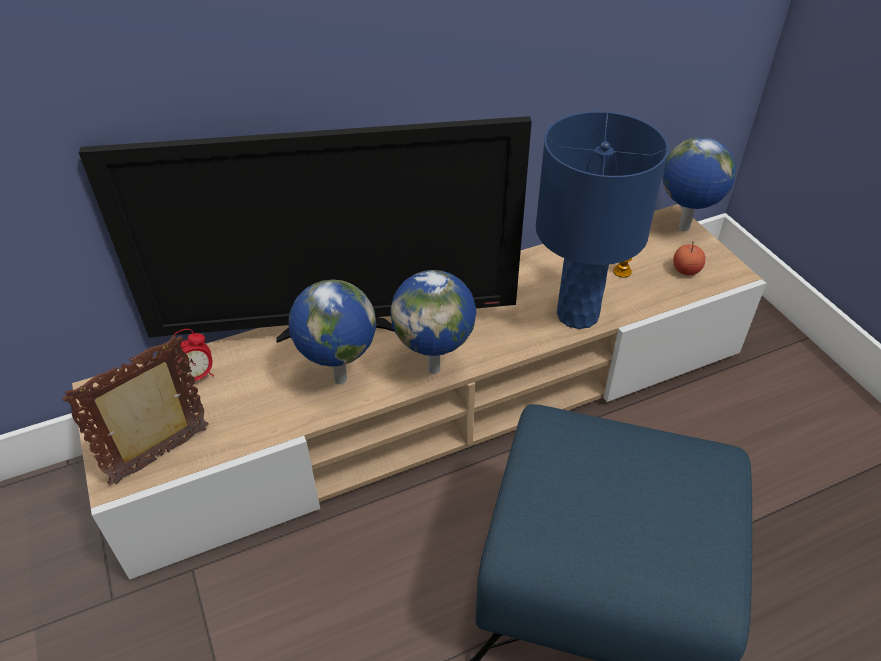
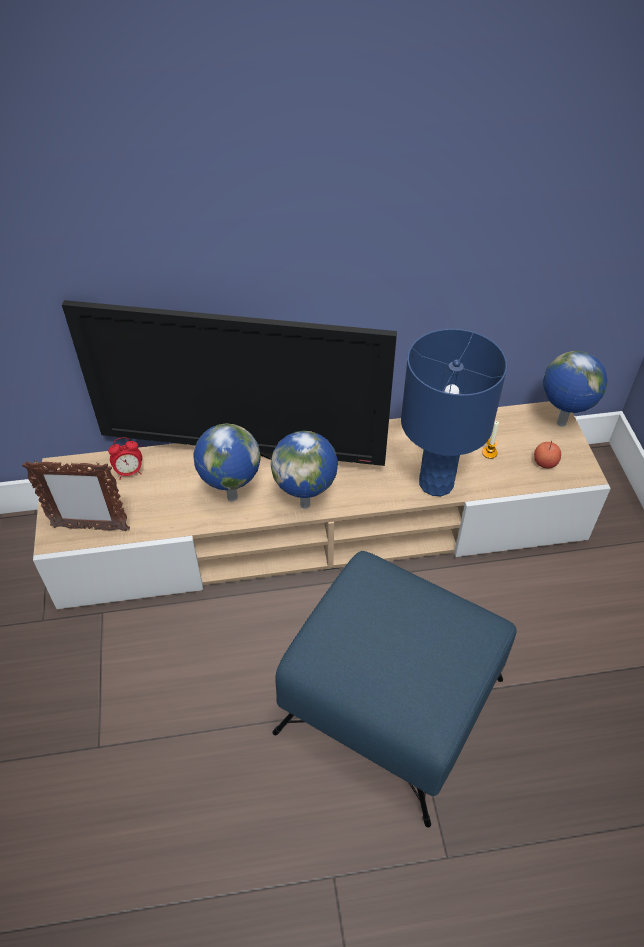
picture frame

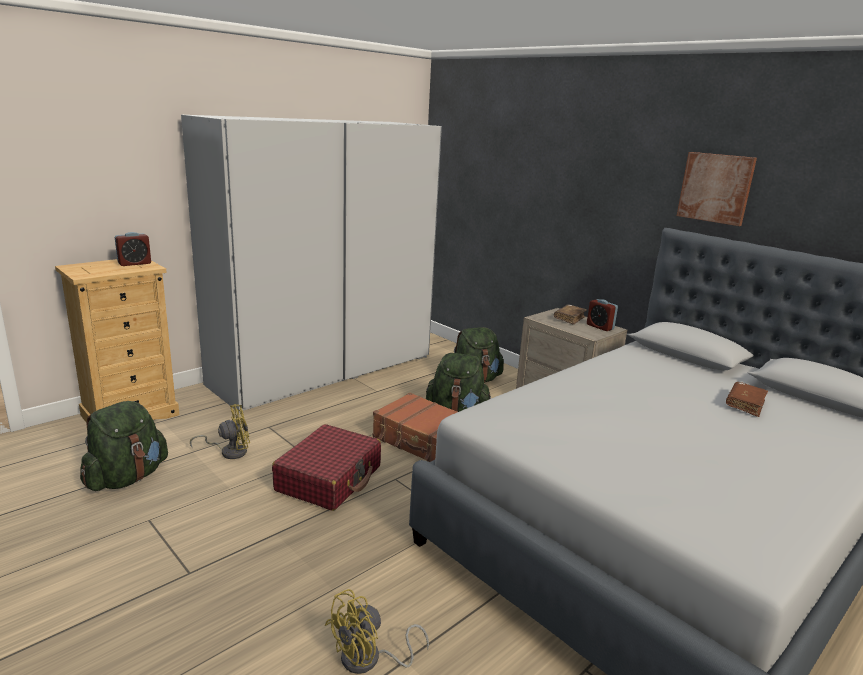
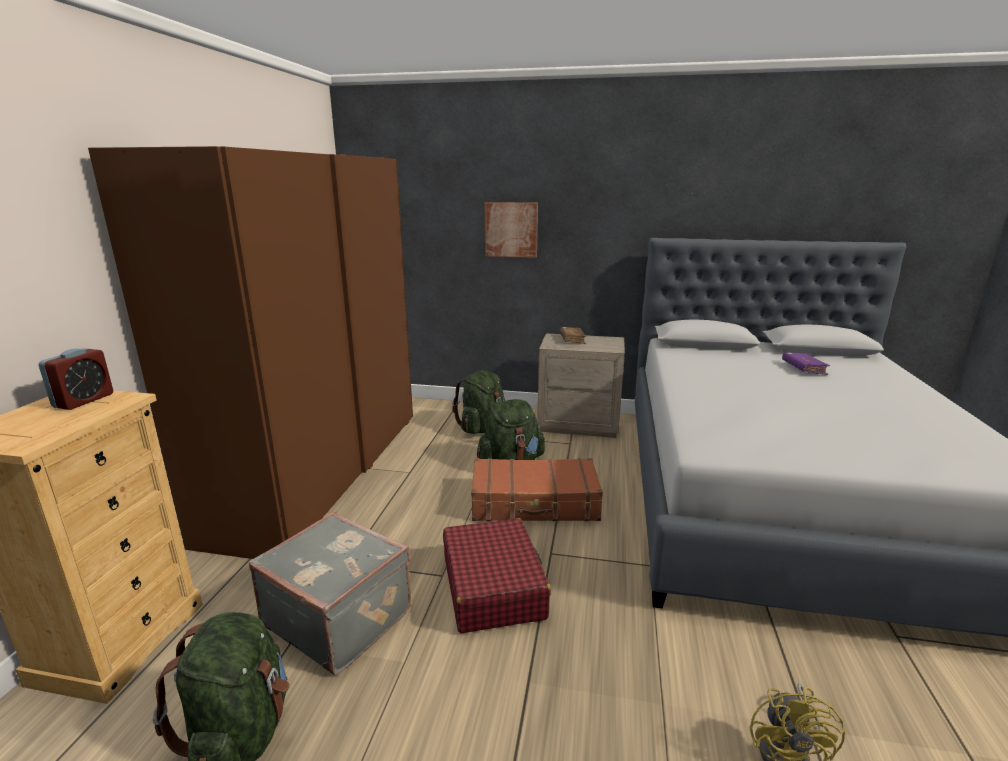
brown wardrobe
grey suitcase
picture
purple book
alarm clock (no. 2 from left in the first image)

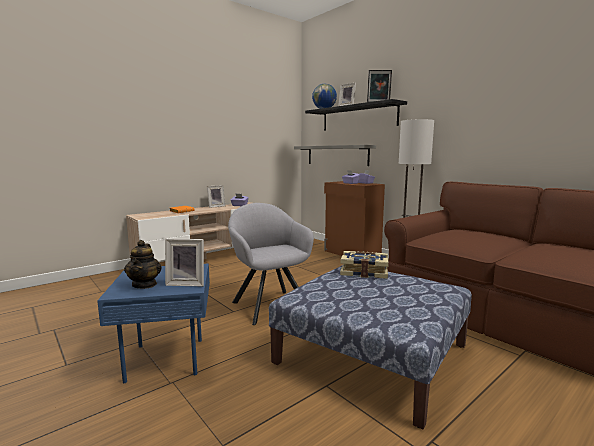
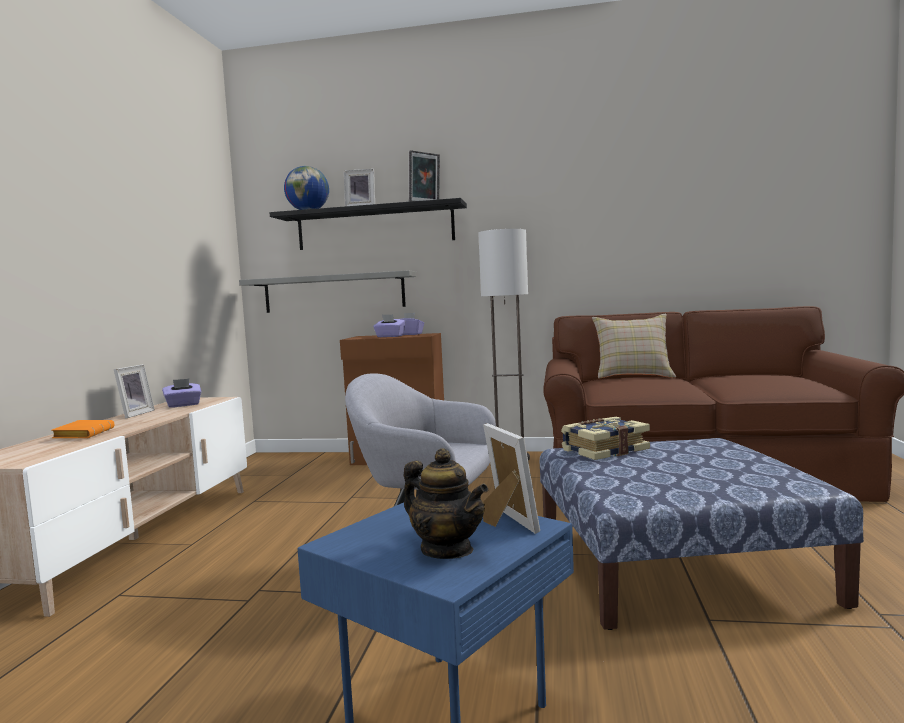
picture frame (no. 4 from left)
beige pillow

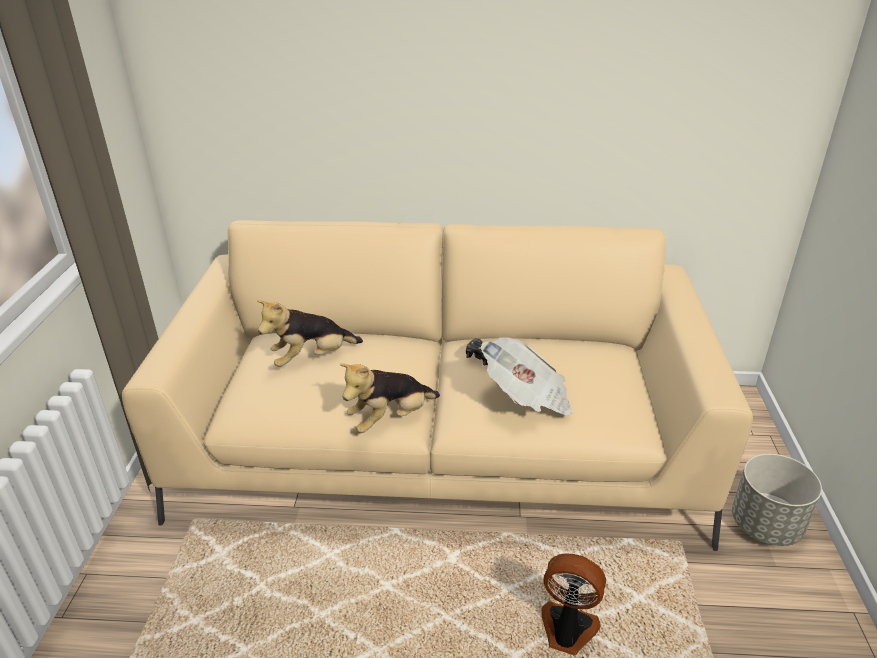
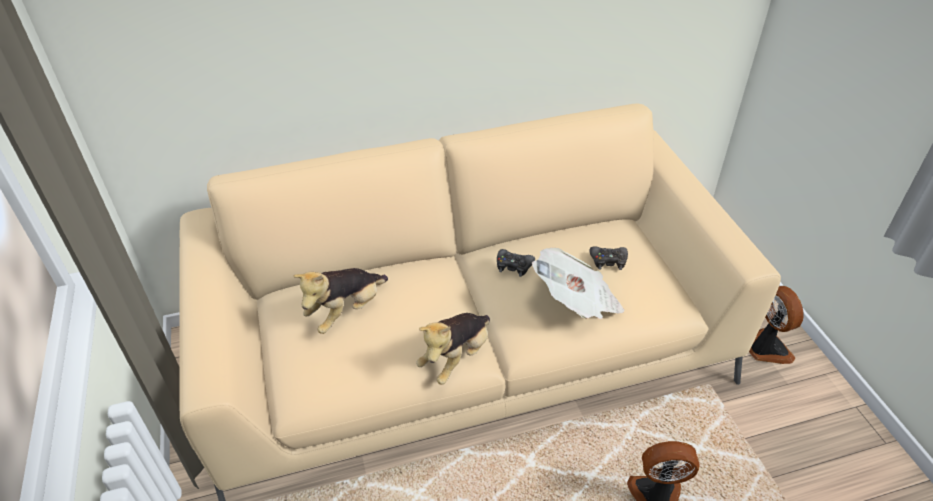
black game controller (no. 2 from left)
fan (no. 2 from left)

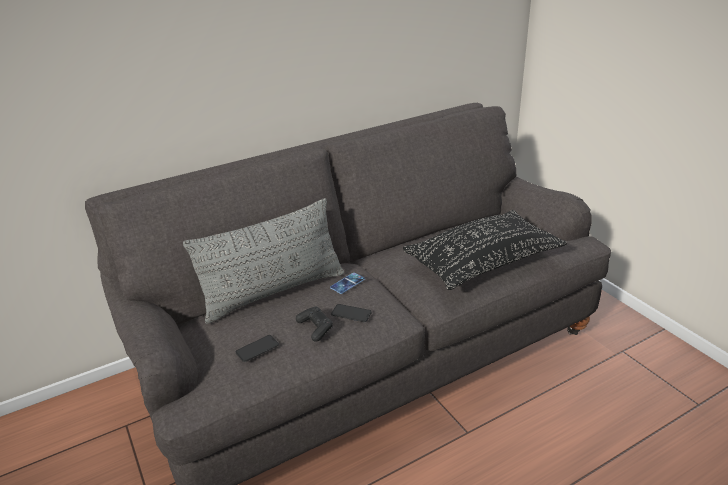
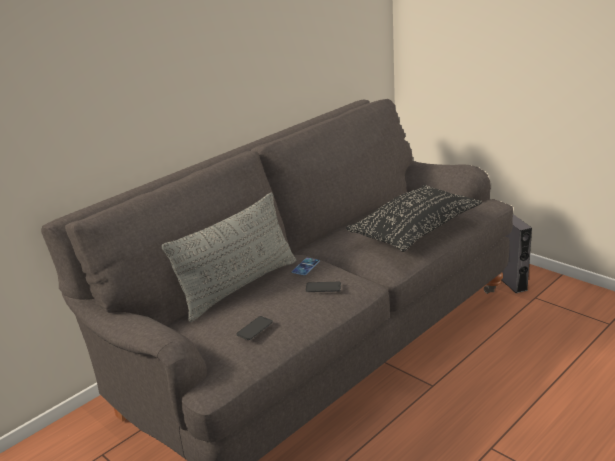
grey speaker
black game controller

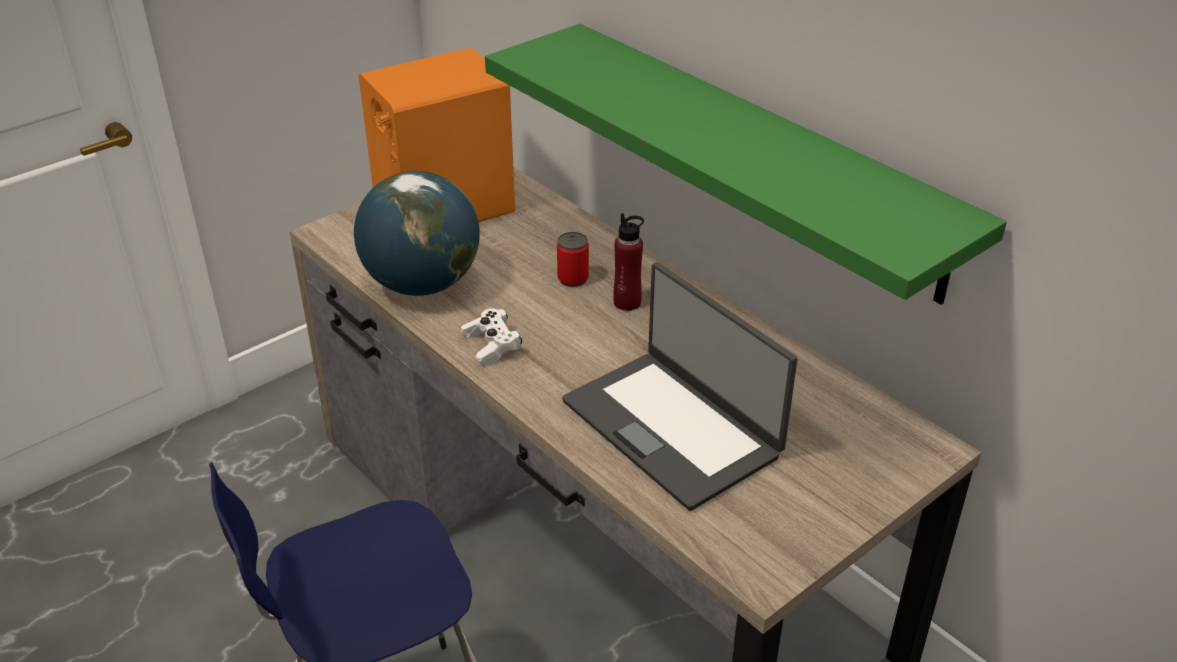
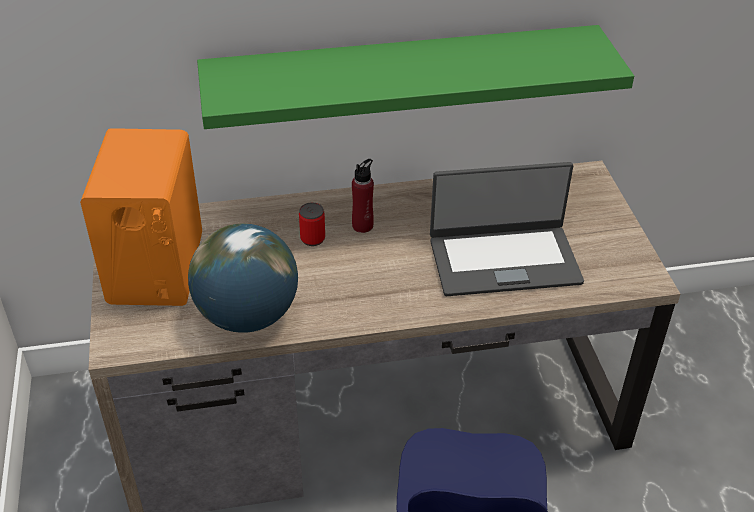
white game controller

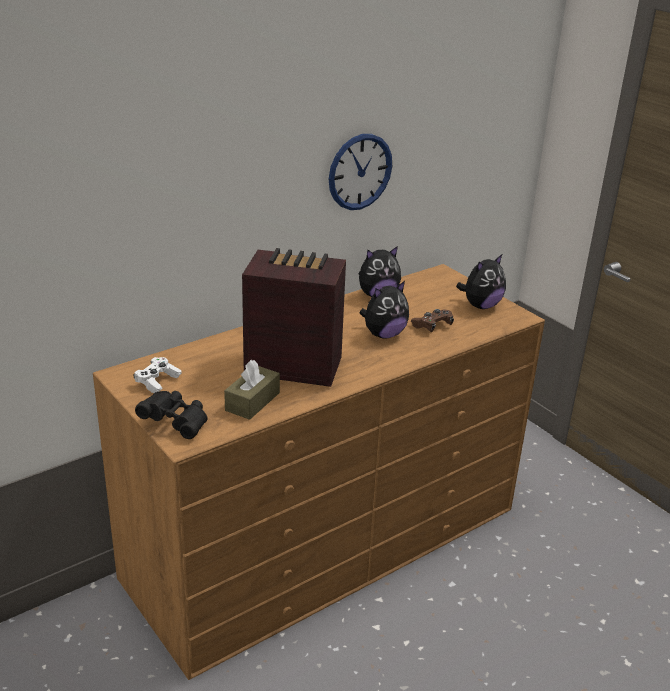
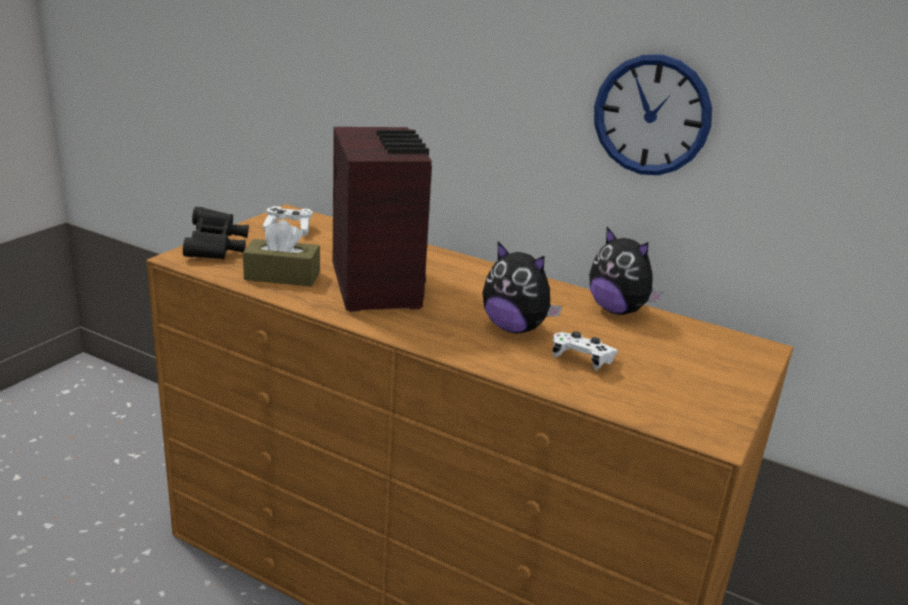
white game controller (no. 2 from left)
plush toy (no. 3 from left in the first image)

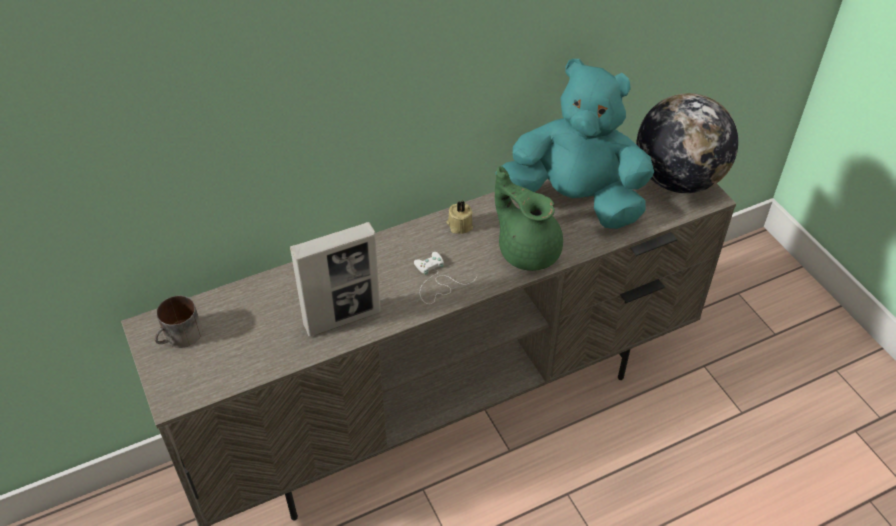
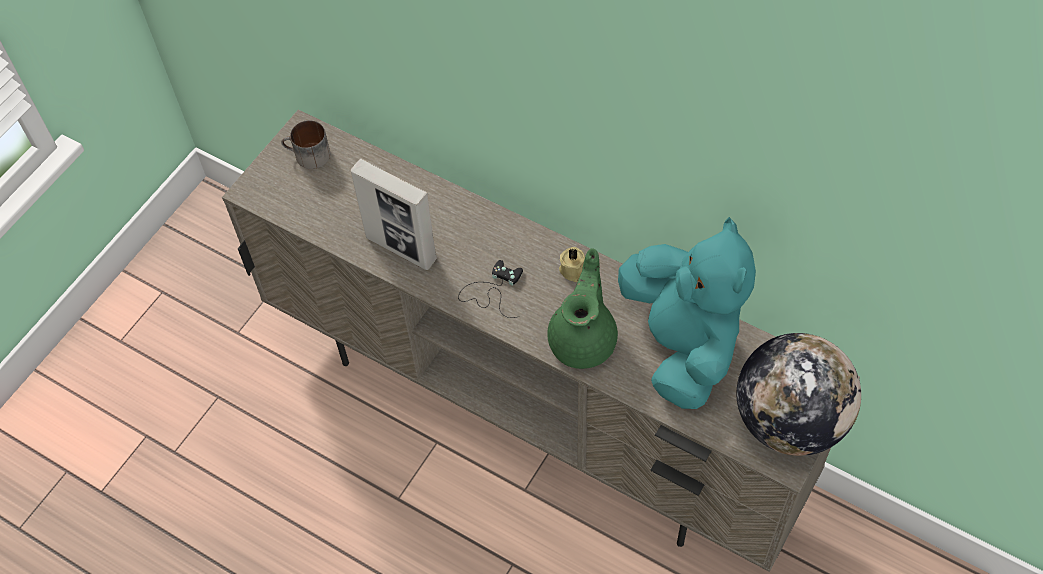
black game controller

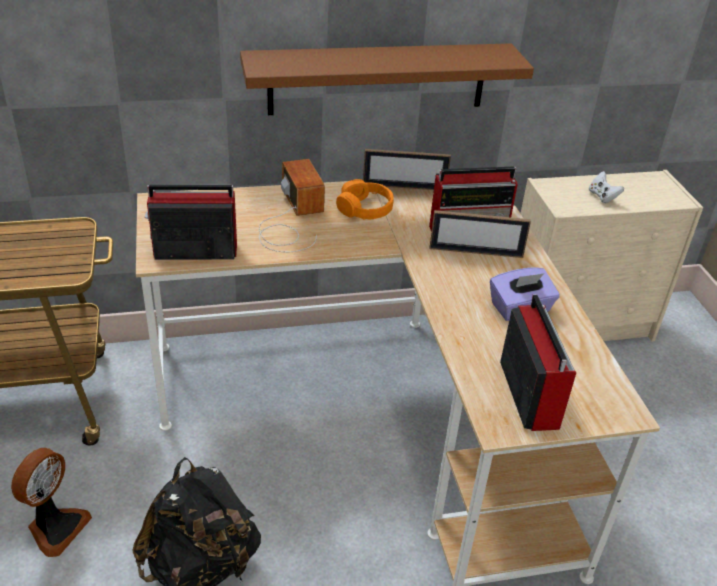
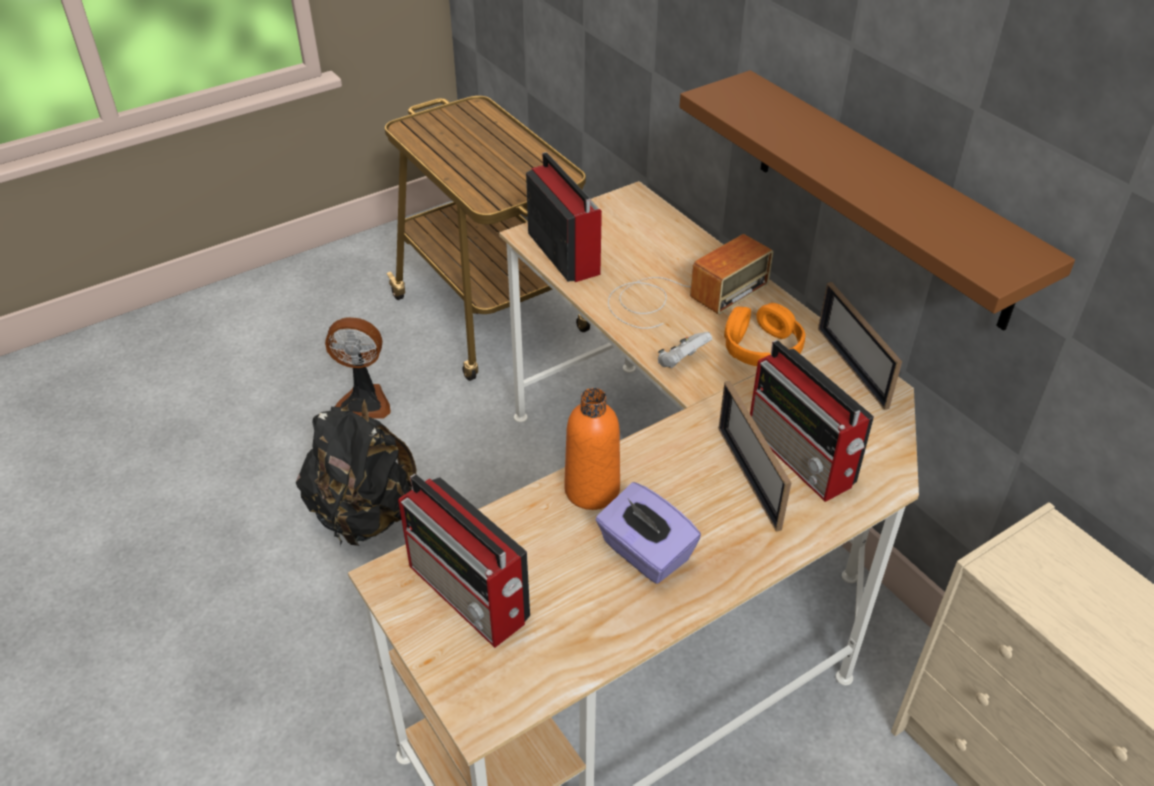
radio (no. 1 from left)
orange bottle
white game controller

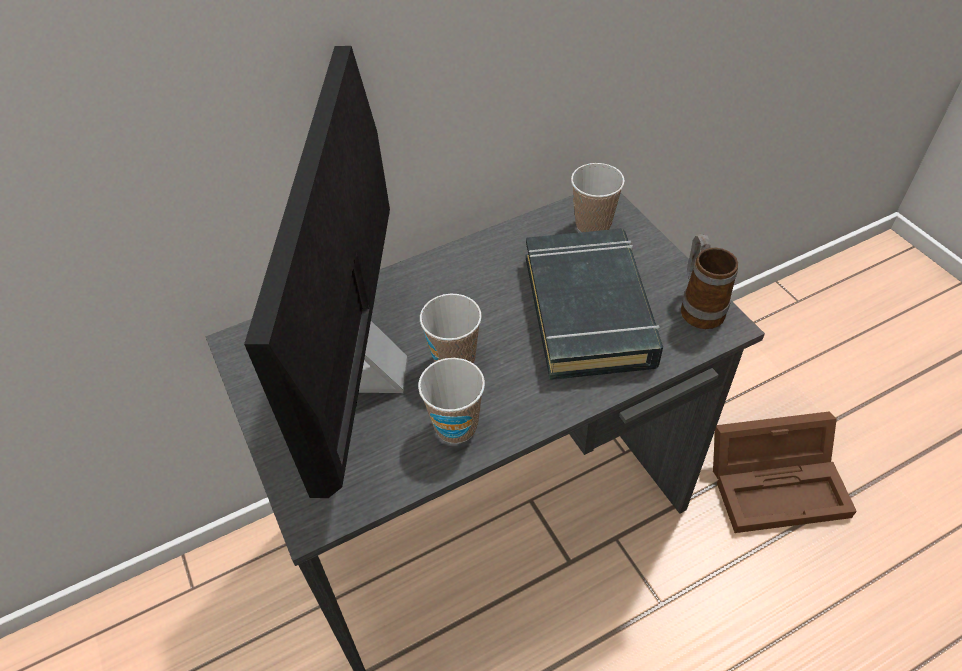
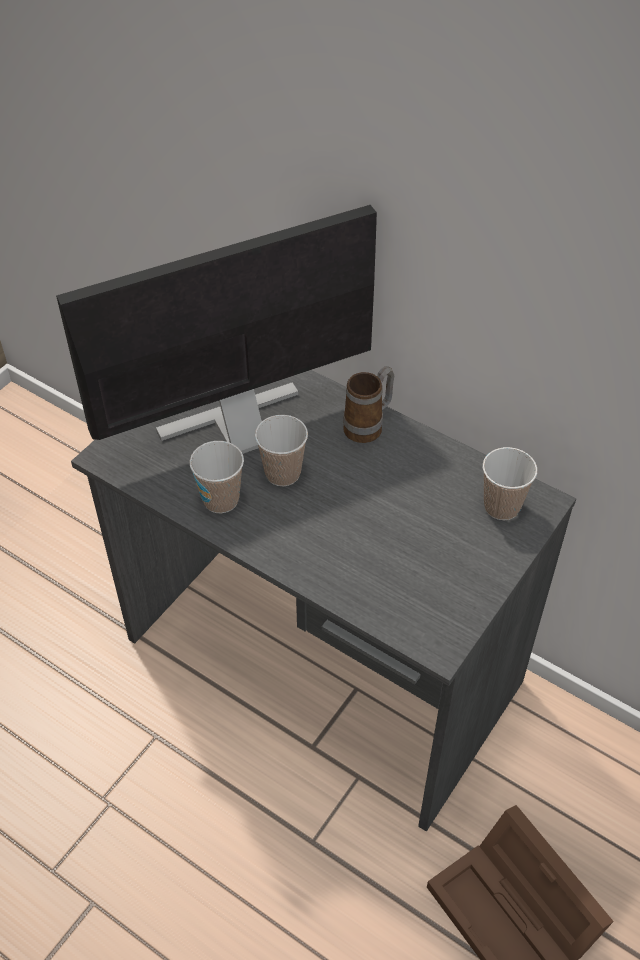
mug
black book

